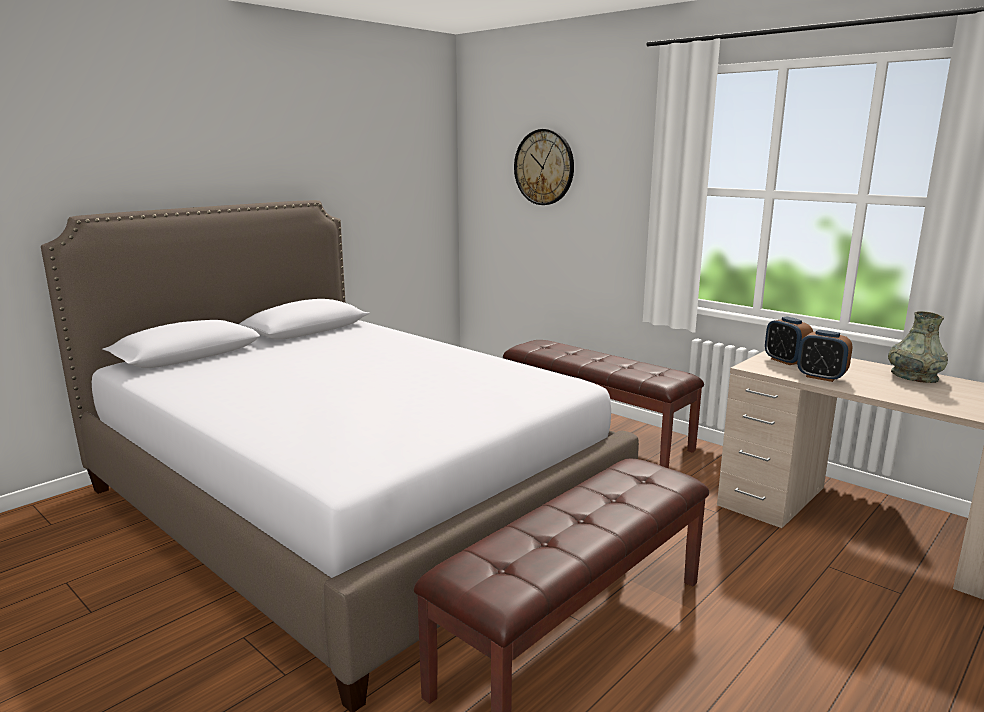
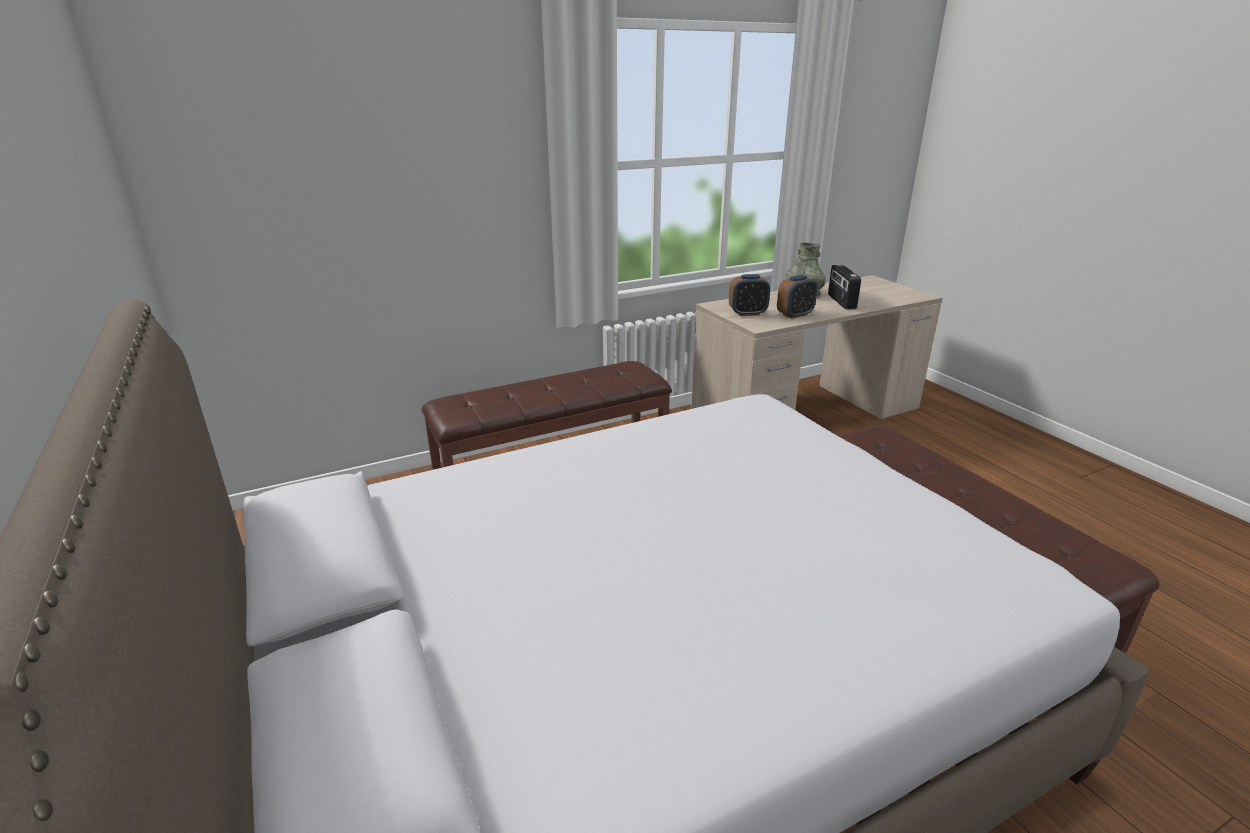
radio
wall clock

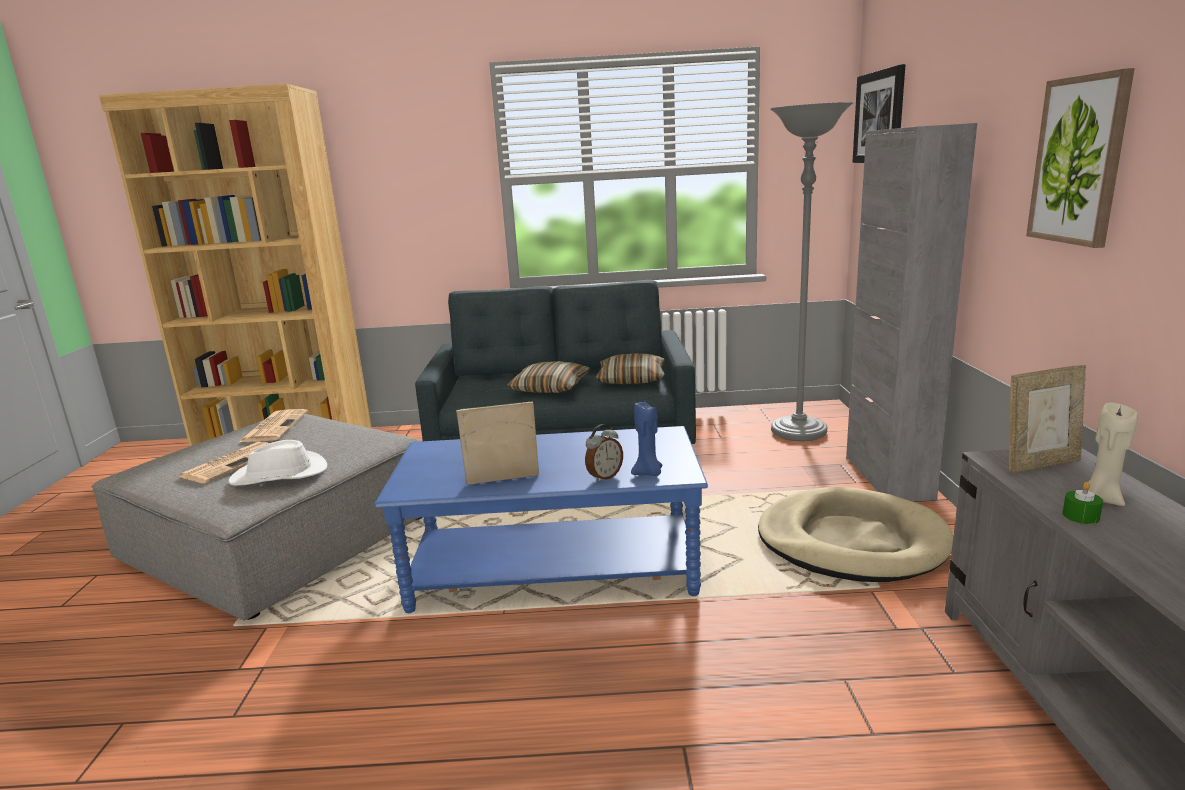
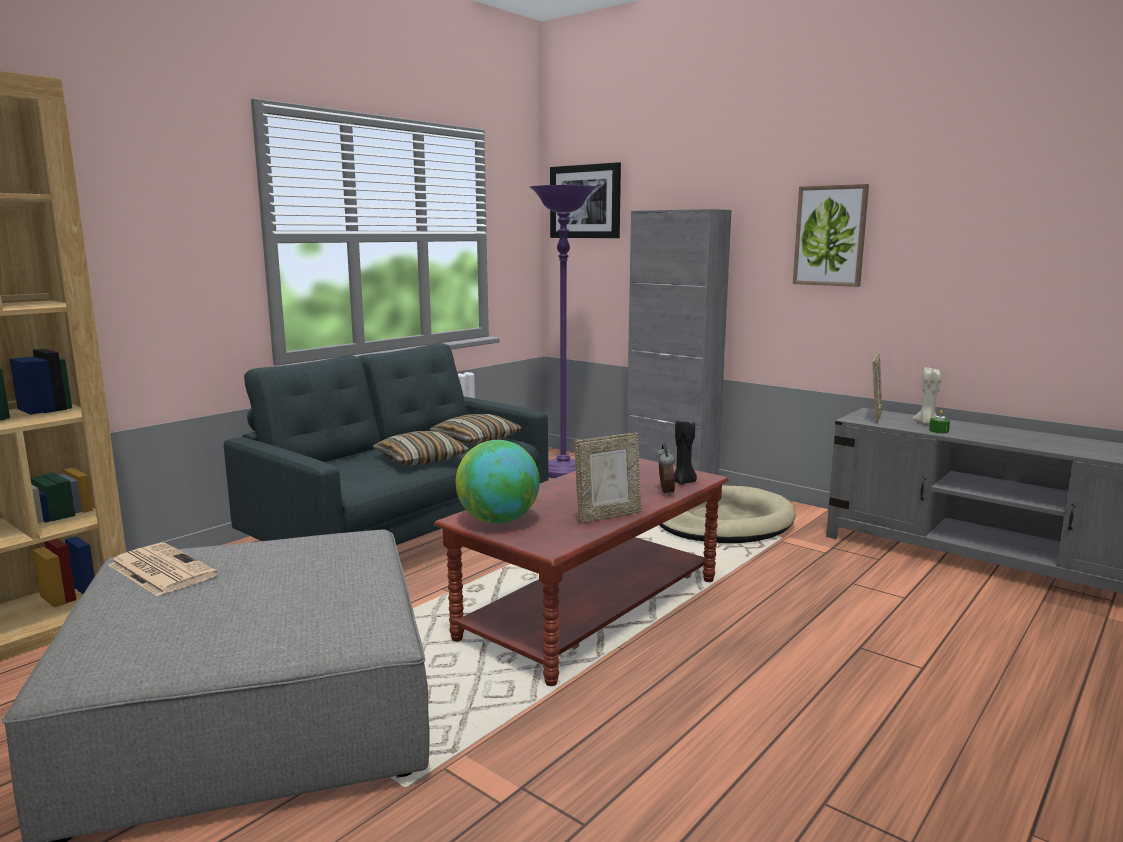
brown coffee table
globe
purple floor lamp
picture frame (no. 1 from left)
black candle
newspaper (no. 1 from left in the first image)
white hat

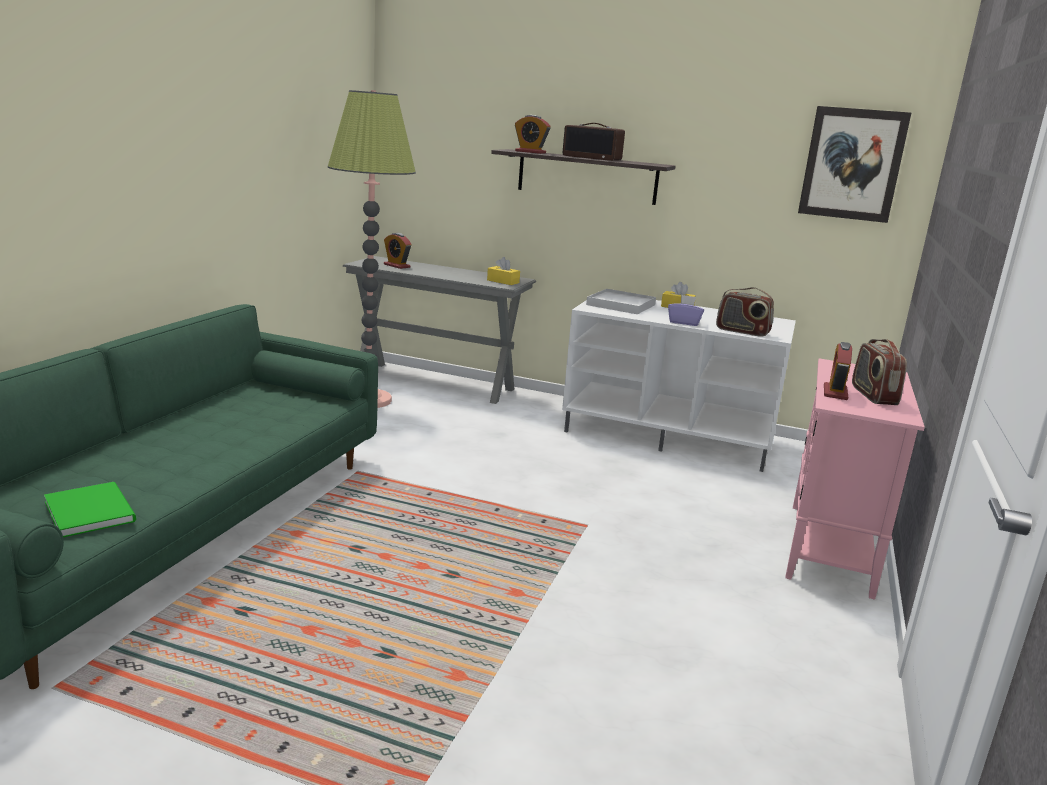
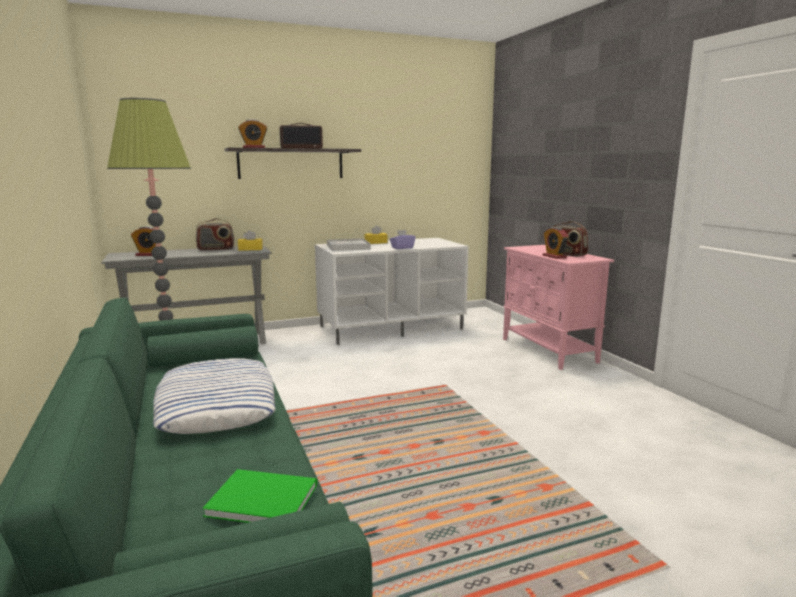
pillow
radio (no. 1 from left)
picture

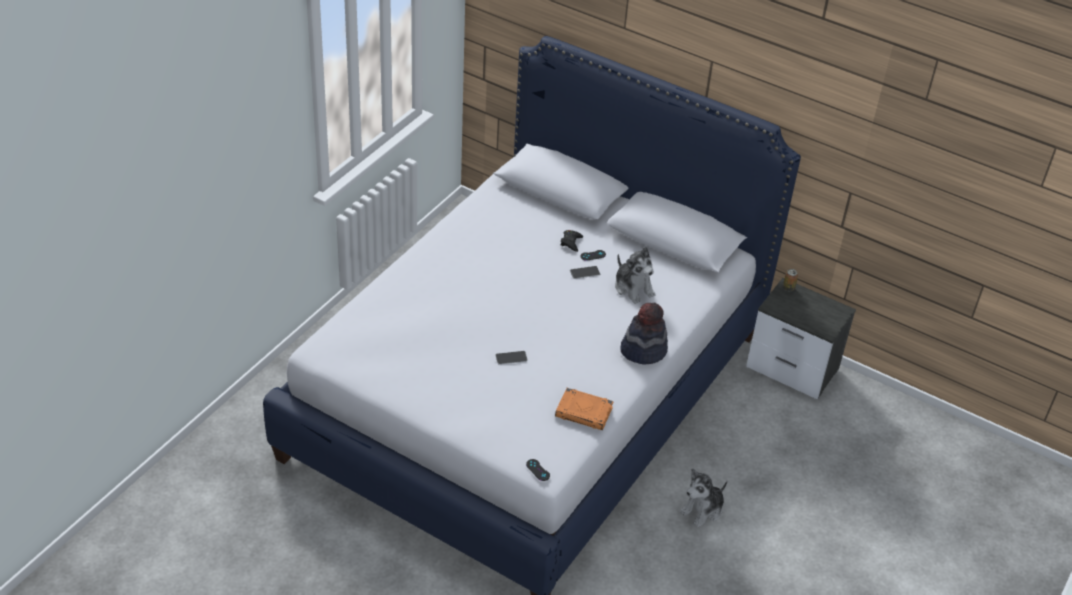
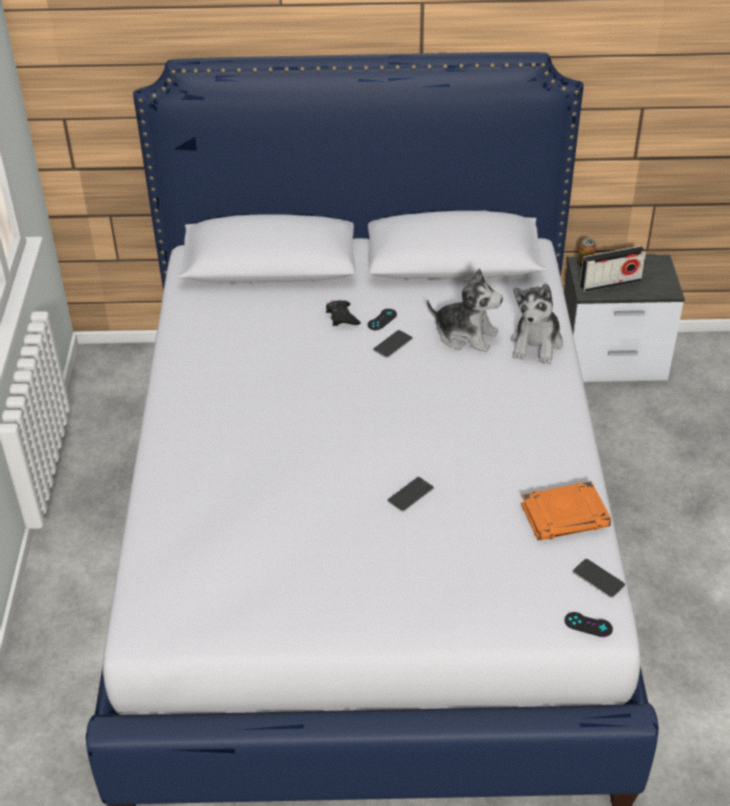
plush toy (no. 2 from left)
phone (no. 3 from left)
radio
hat

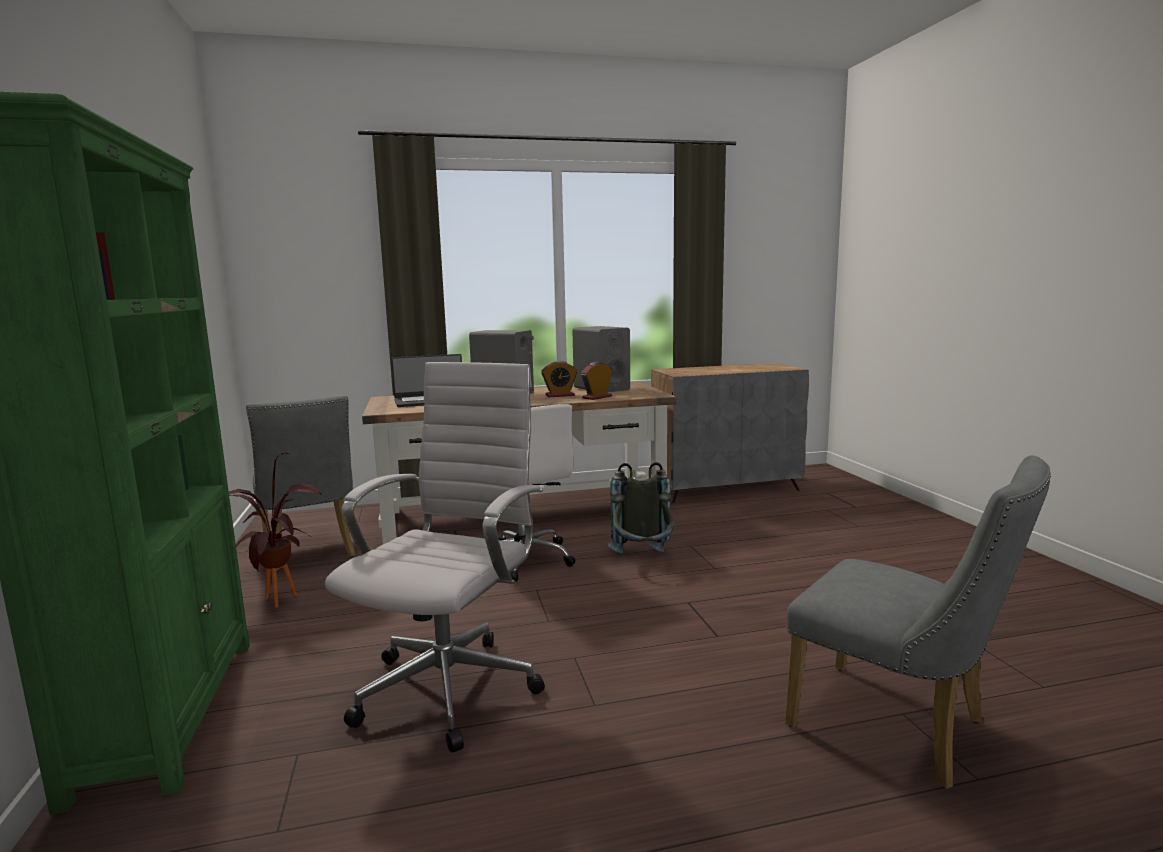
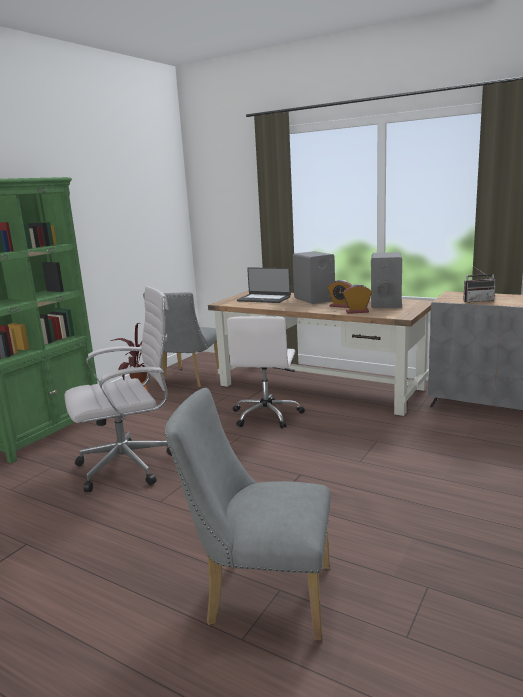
grey chair (no. 2 from left)
radio
grey backpack

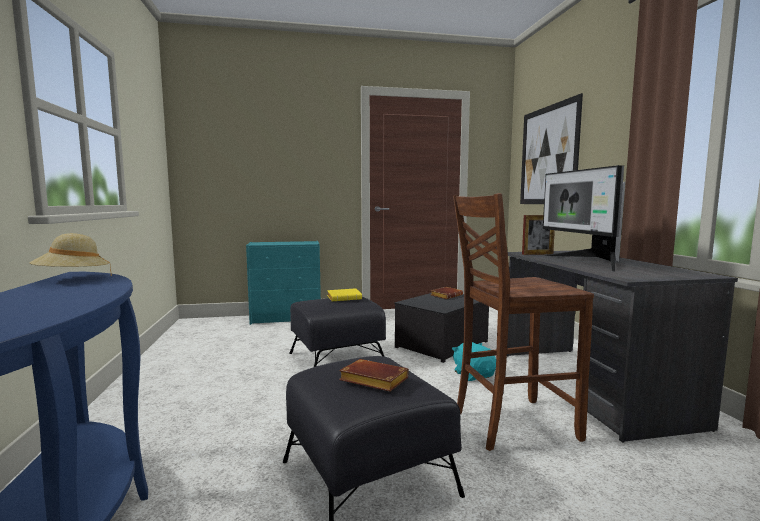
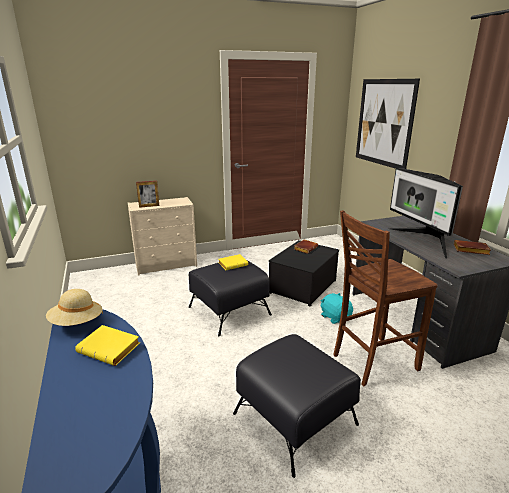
yellow book (no. 1 from left)
beige dresser
picture frame
brown book (no. 2 from left)

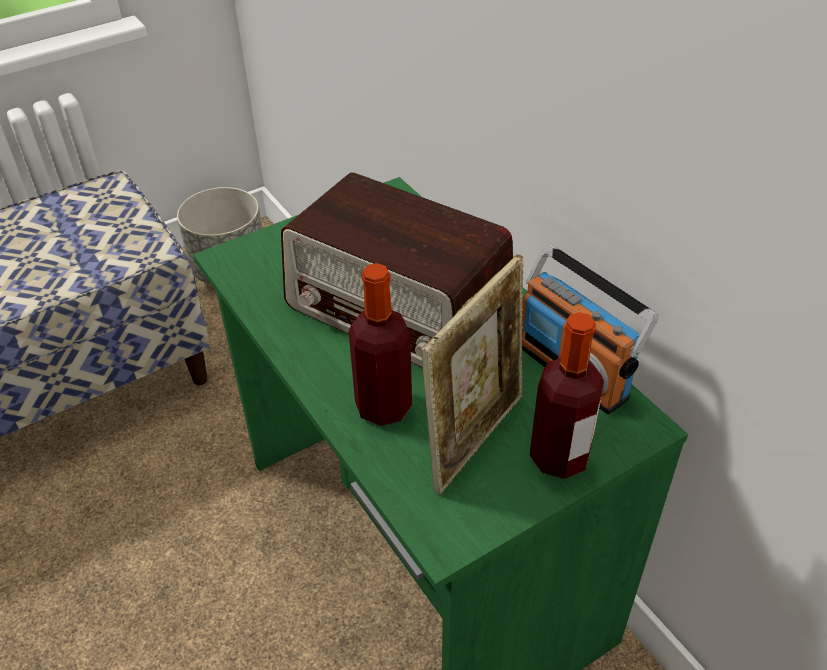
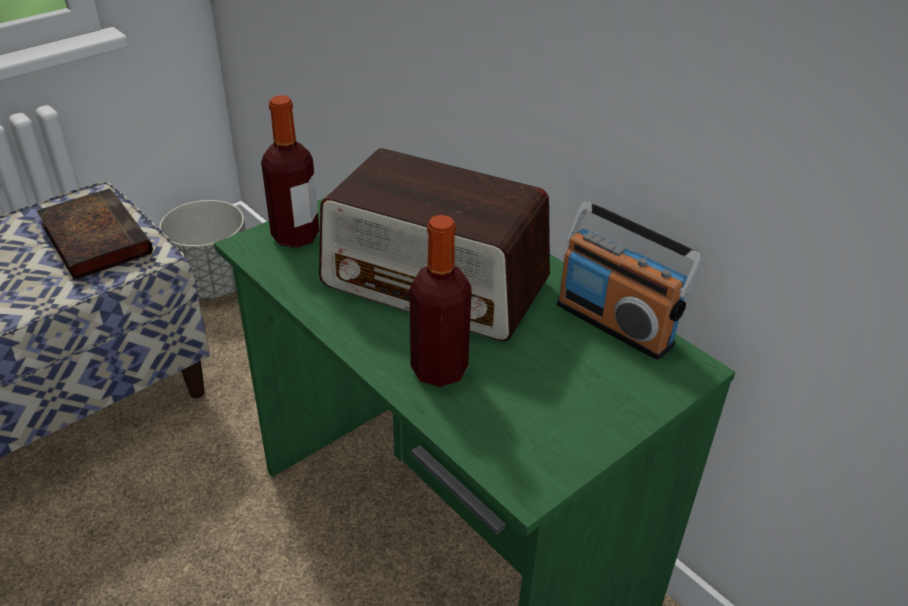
book
bottle (no. 1 from left)
picture frame

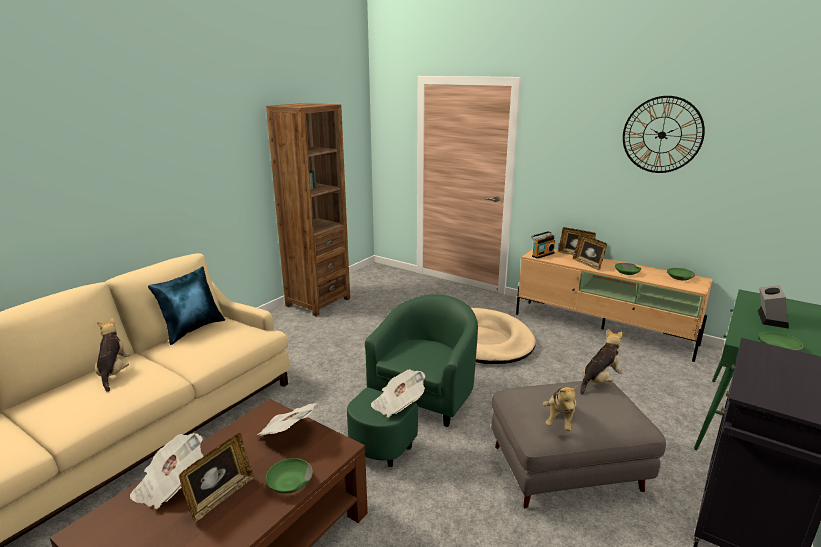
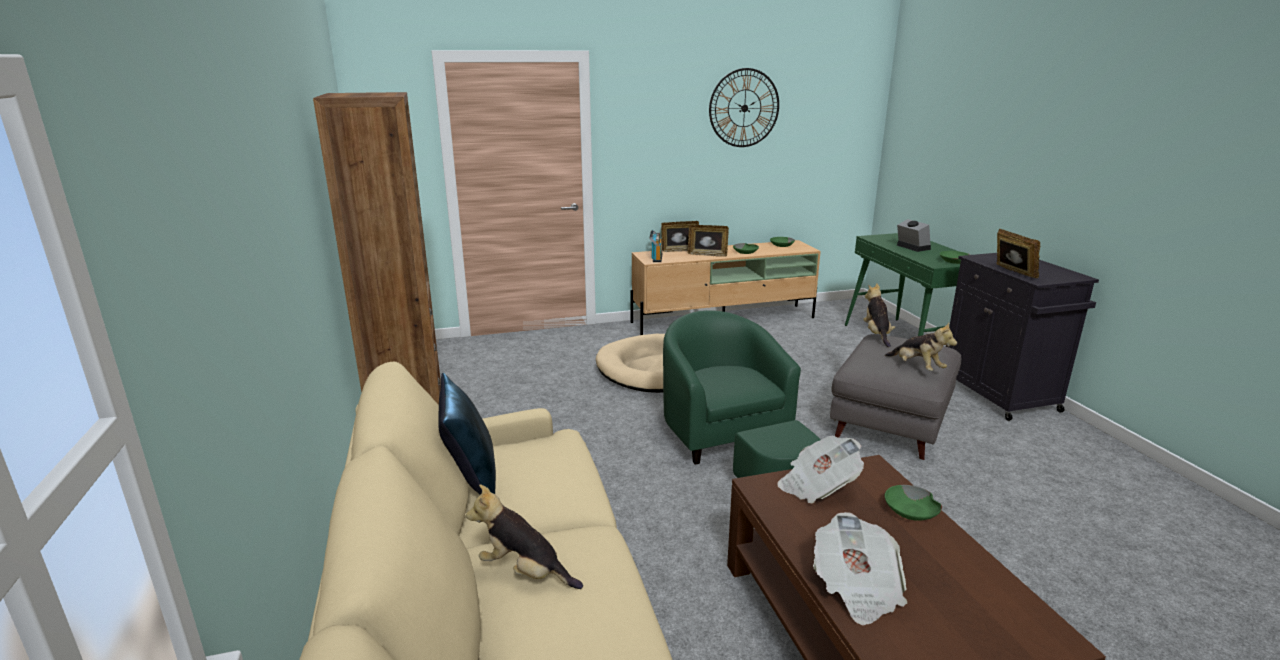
picture frame (no. 3 from left)
newspaper (no. 3 from left in the first image)

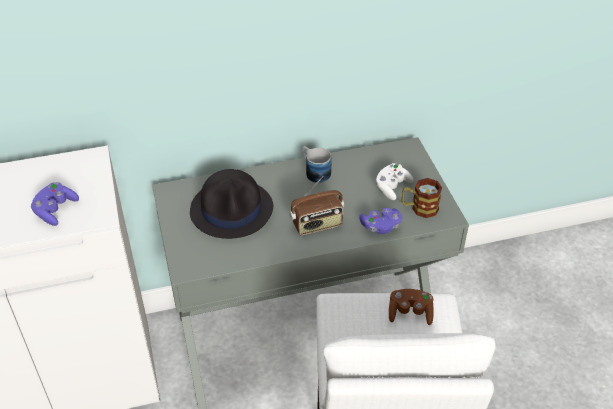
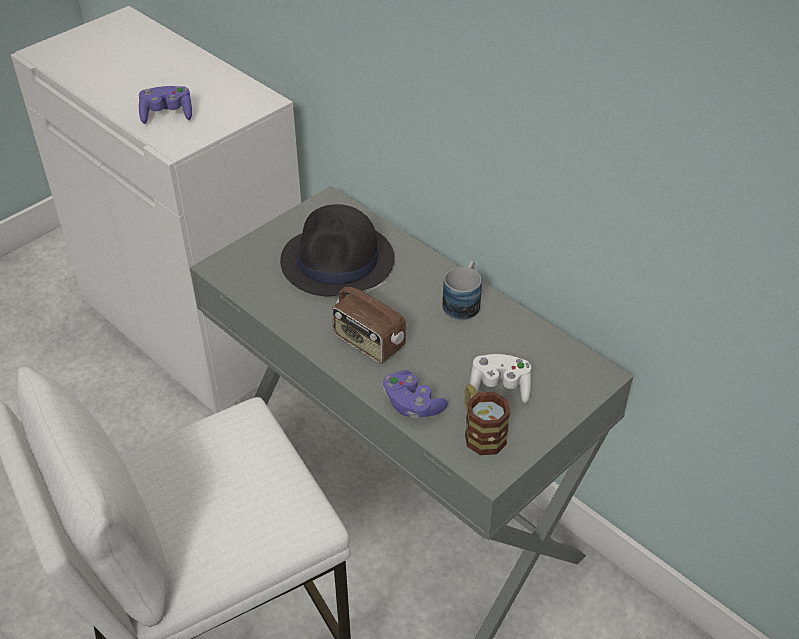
brown game controller

